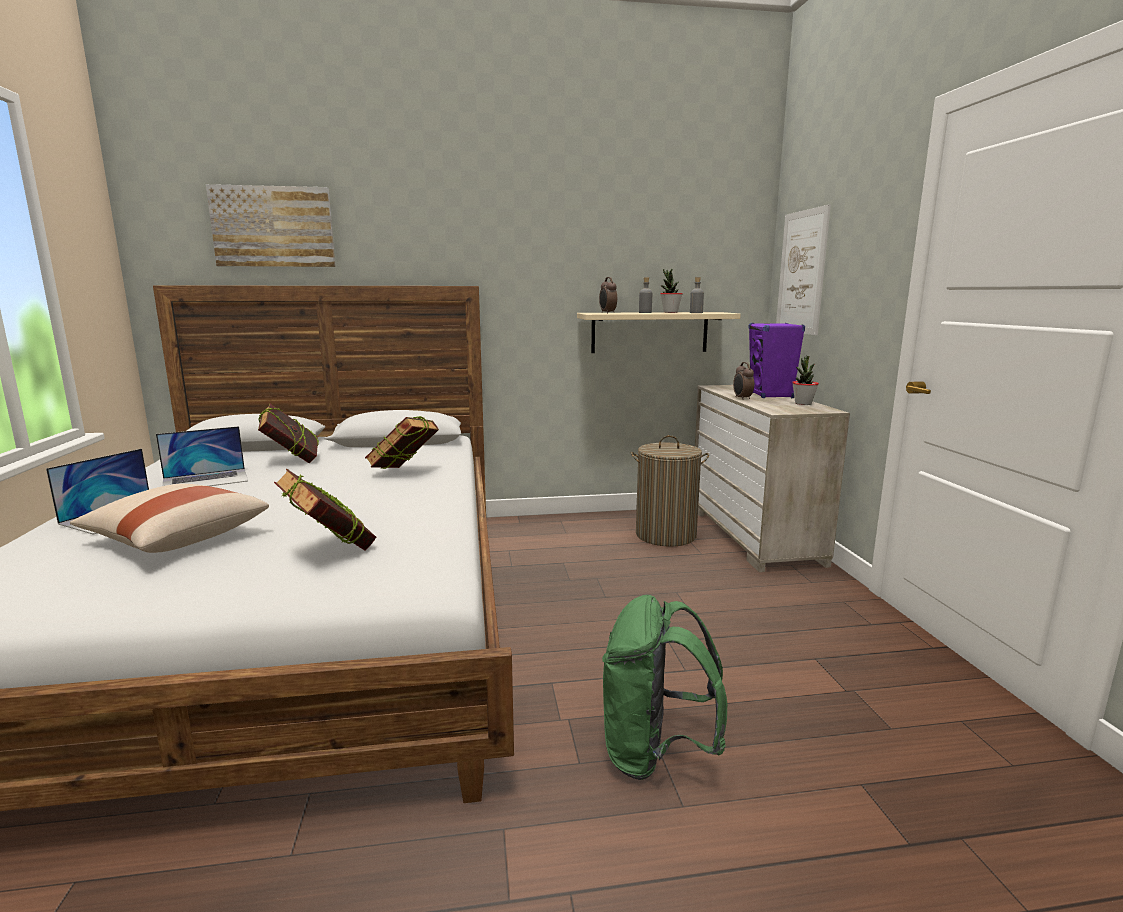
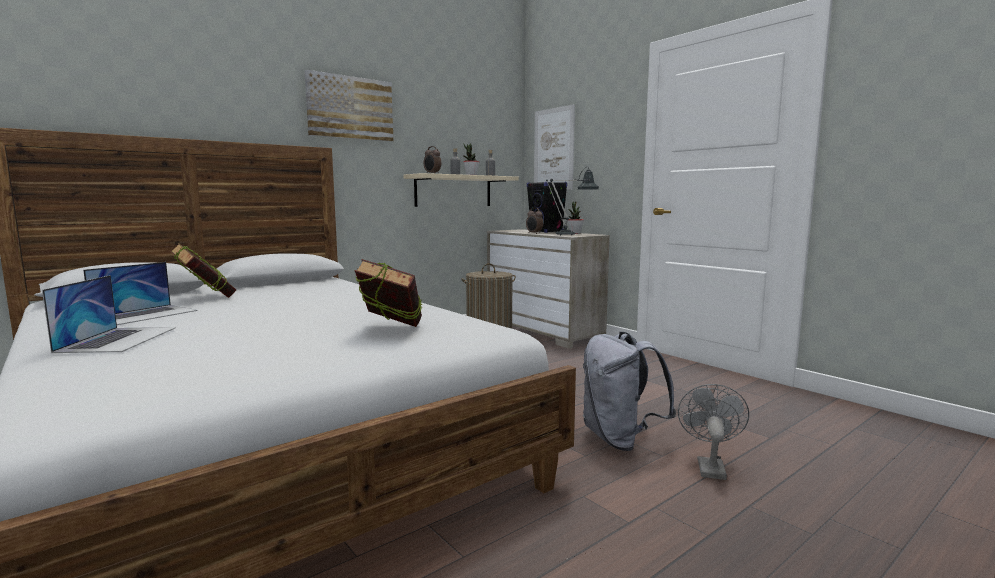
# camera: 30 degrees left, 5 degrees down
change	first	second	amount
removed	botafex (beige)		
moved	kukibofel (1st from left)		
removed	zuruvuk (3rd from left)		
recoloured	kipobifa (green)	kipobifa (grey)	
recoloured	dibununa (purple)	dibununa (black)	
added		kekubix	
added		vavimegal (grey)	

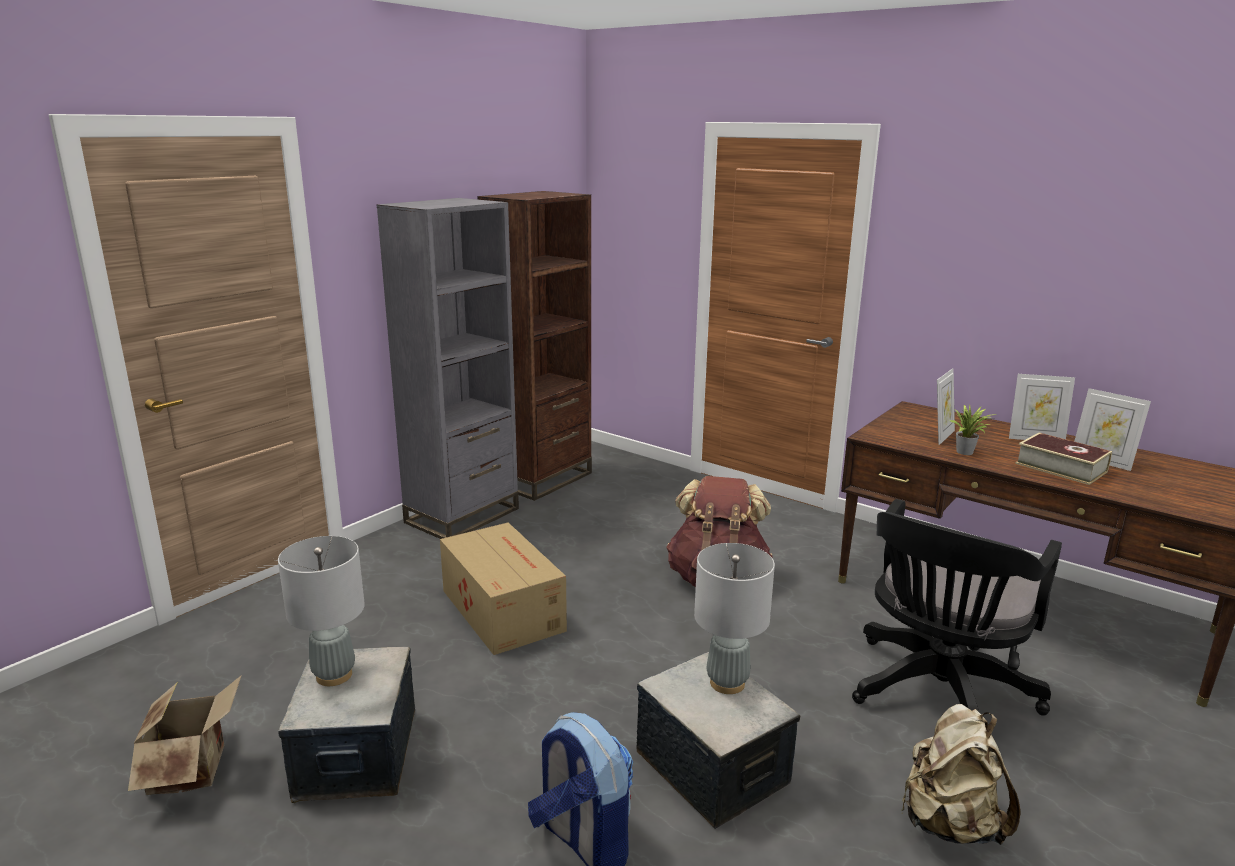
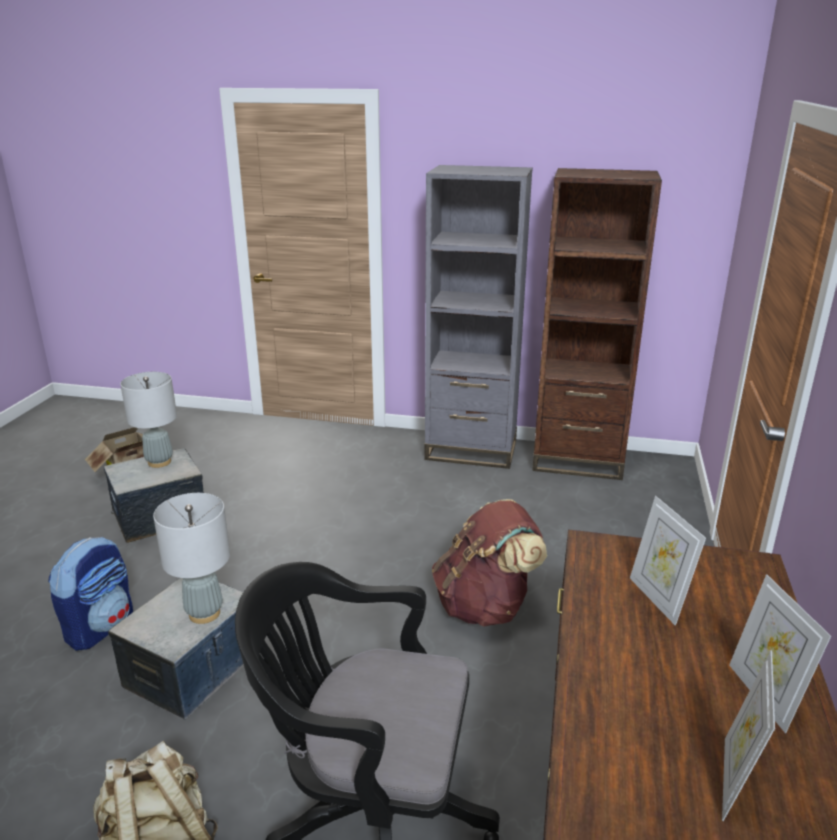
# camera: 65 degrees right, 5 degrees up
change	first	second	amount
removed	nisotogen (2nd from left)		
turned	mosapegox (1st from left)		60 degrees clockwise
removed	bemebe		
removed	zuruvuk		

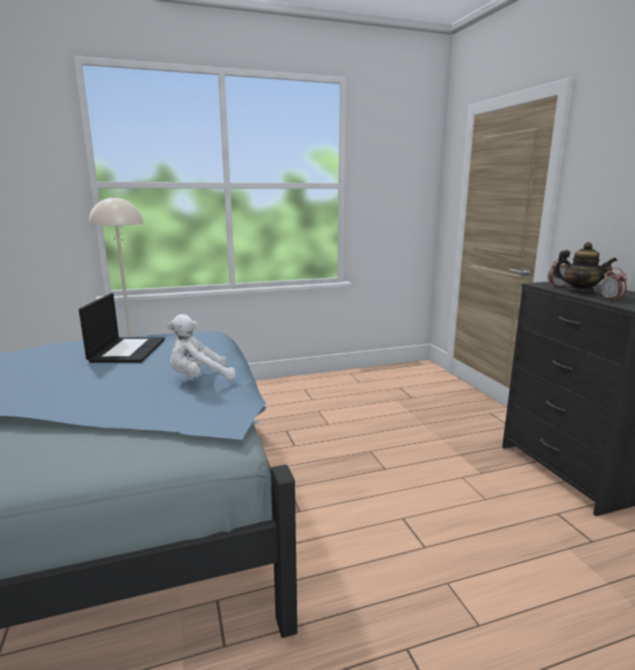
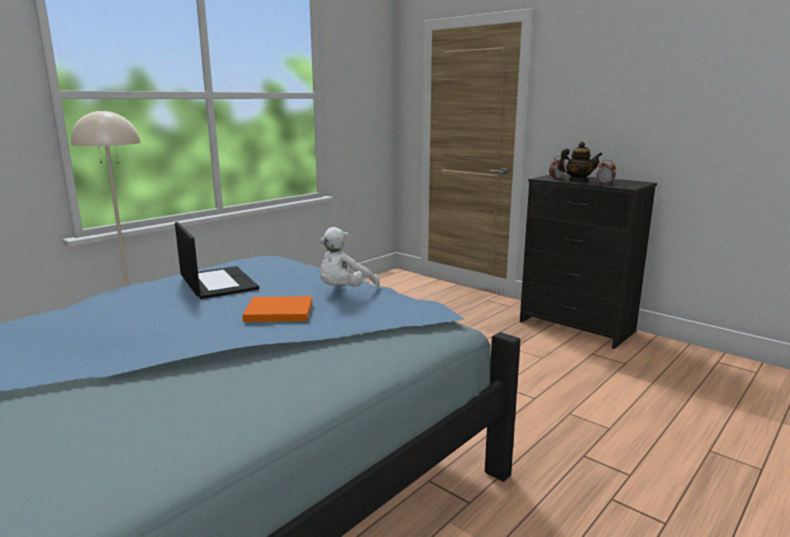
# camera: 30 degrees left, 0 degrees up
change	first	second	amount
added		zuruvuk (orange)	

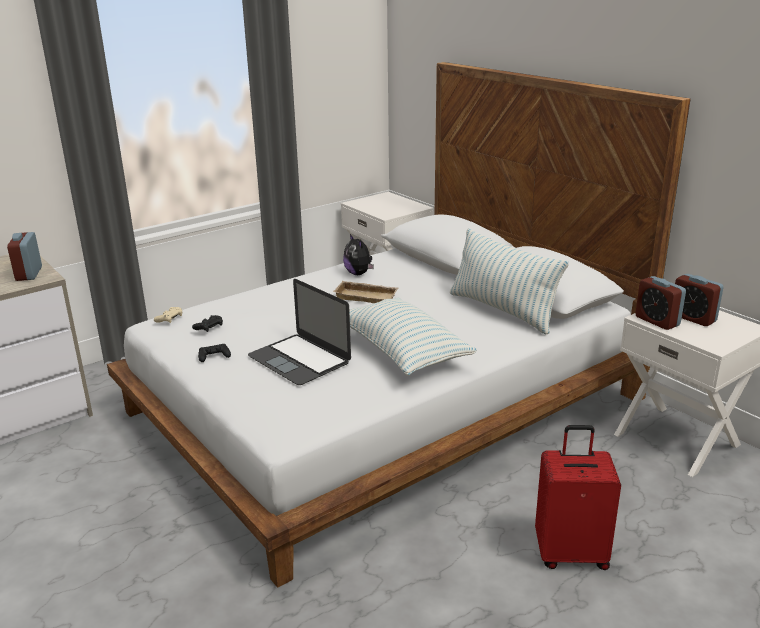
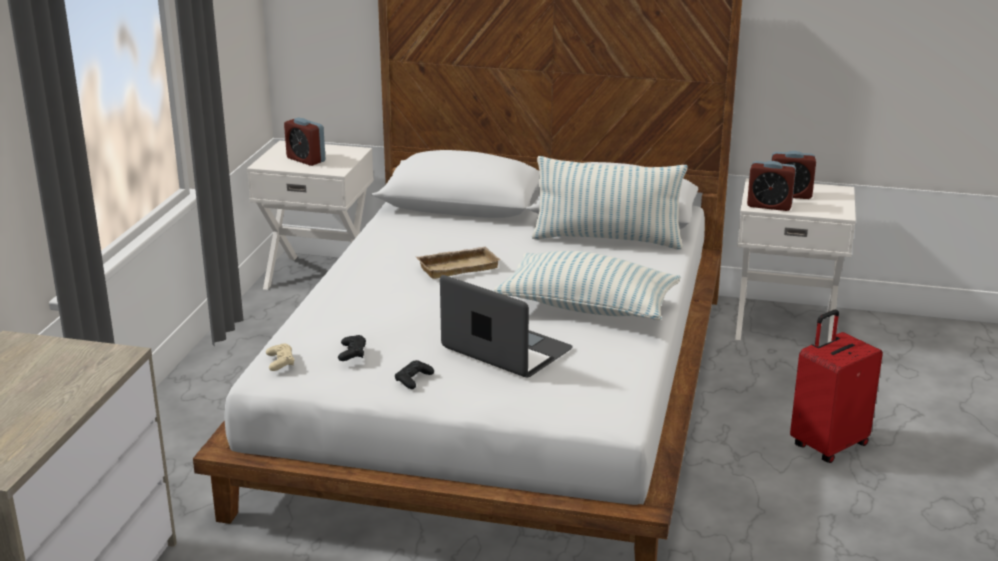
# camera: 40 degrees left, 0 degrees up
change	first	second	amount
moved	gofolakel (1st from left)		
turned	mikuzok		150 degrees counterclockwise
removed	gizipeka		

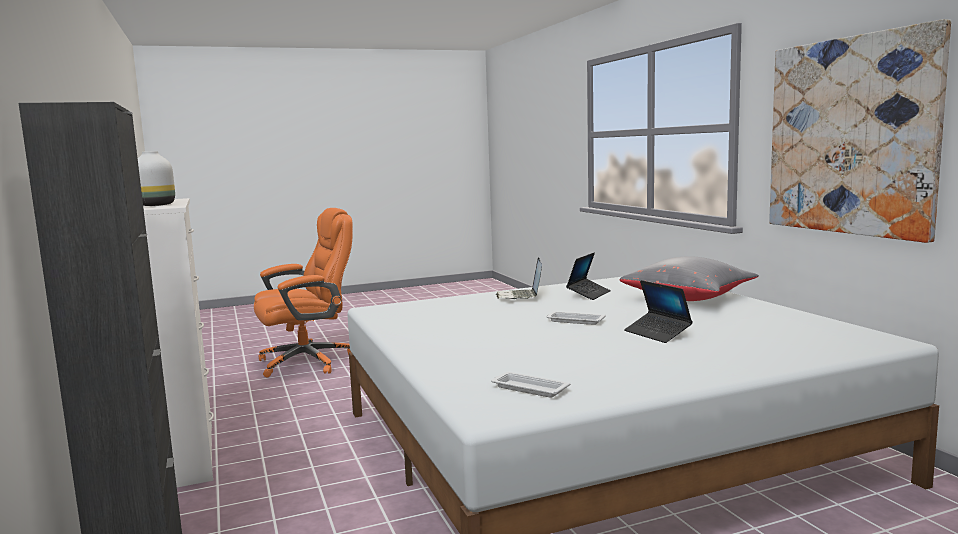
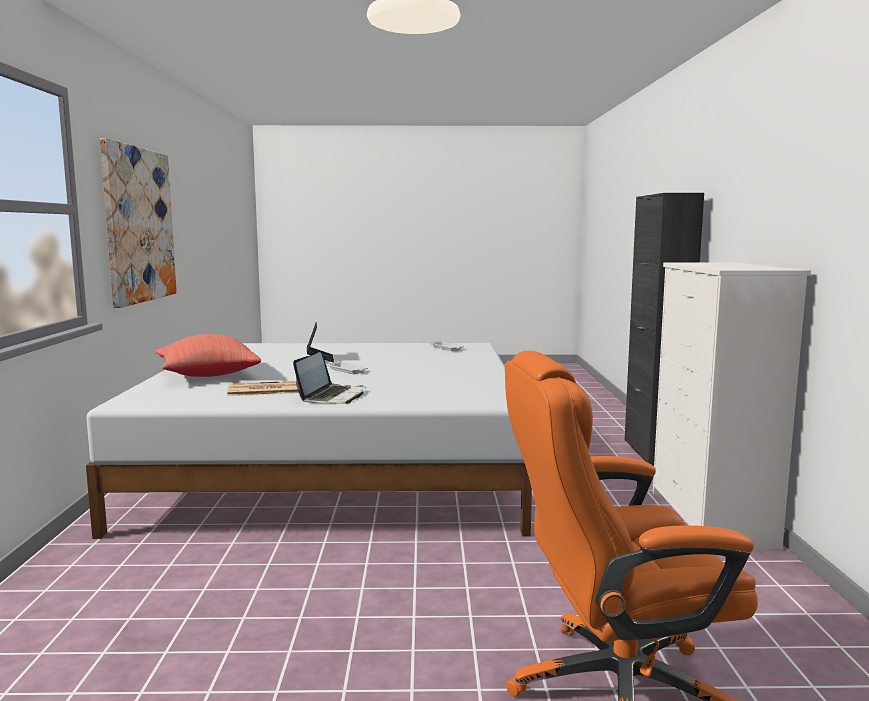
# camera: 160 degrees left, 0 degrees up
change	first	second	amount
removed	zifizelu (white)		
replaced	mikuzok (2nd from left)	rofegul	
recoloured	botafex (grey)	botafex (red)	

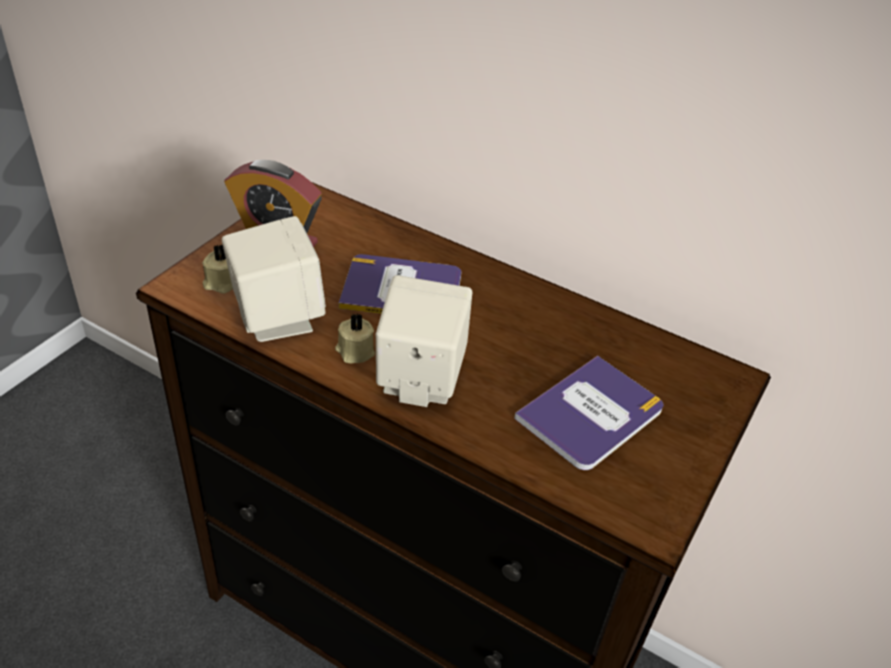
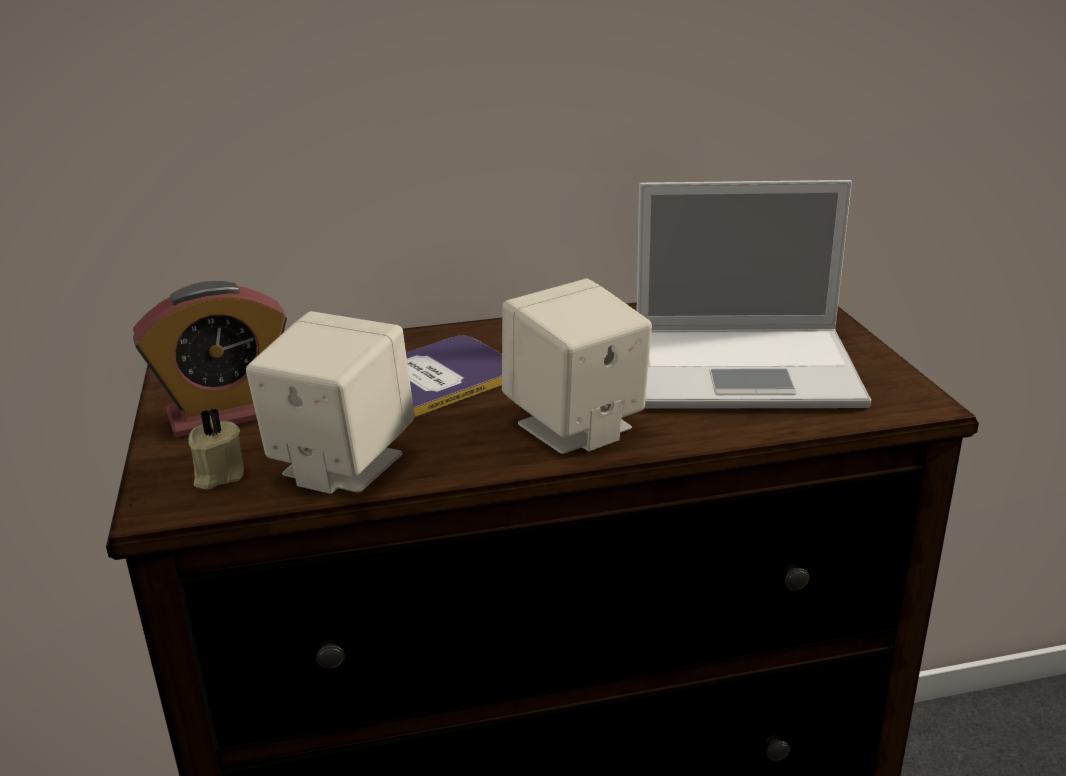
# camera: 40 degrees left, 15 degrees down
change	first	second	amount
removed	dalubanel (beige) (2nd from left)		
replaced	zuruvuk (2nd from left)	mikuzok	

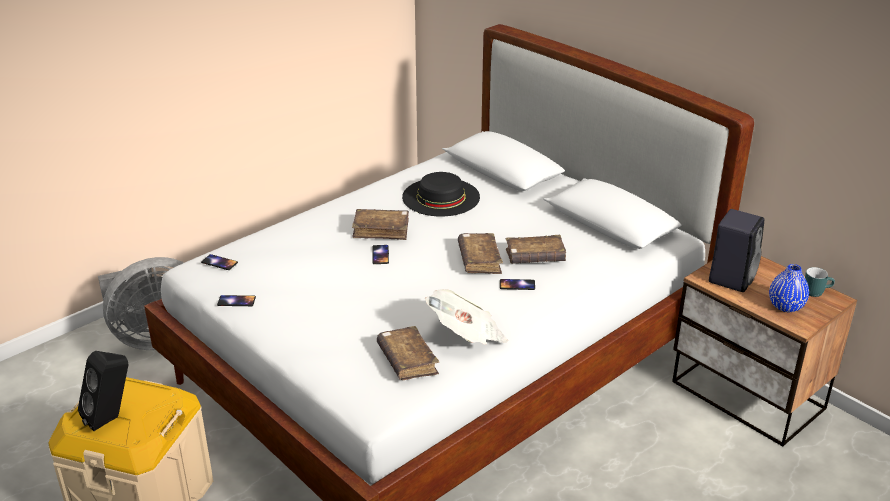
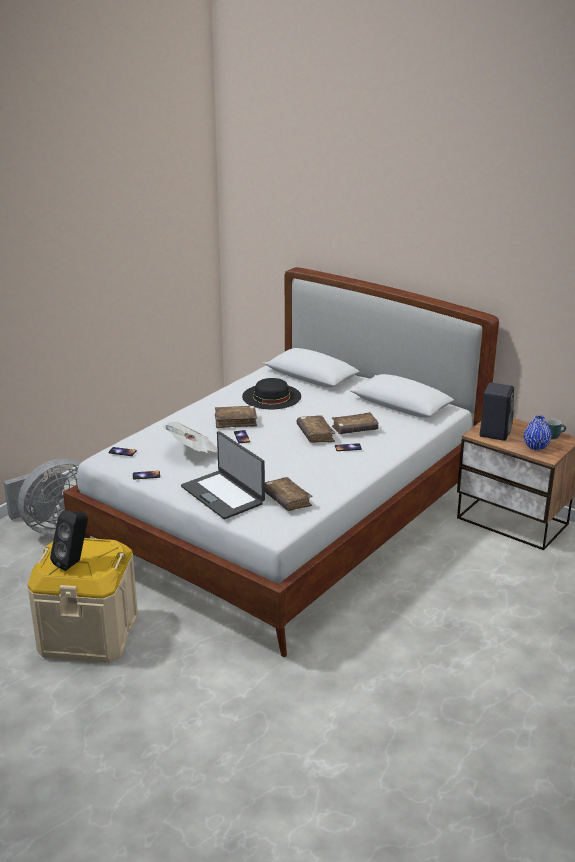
# camera: 10 degrees left, 5 degrees down
change	first	second	amount
moved	rofegul		
added		mikuzok	

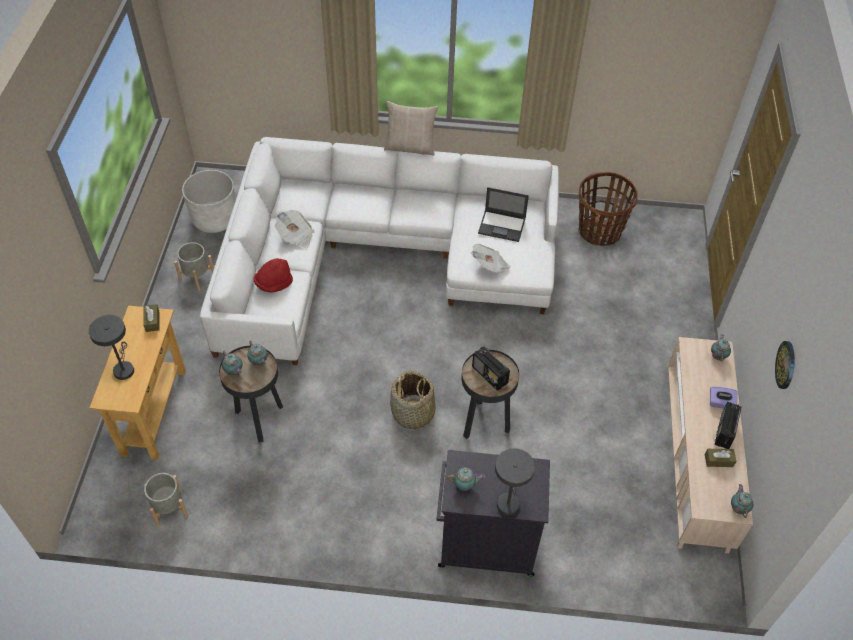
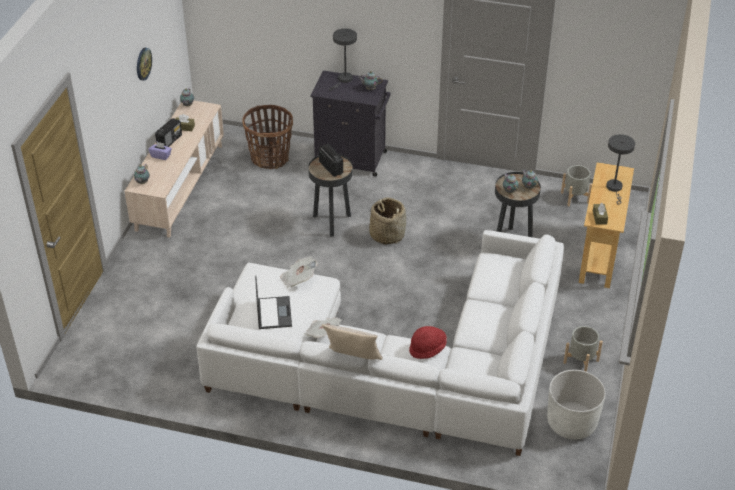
# camera: 170 degrees left, 10 degrees down
change	first	second	amount
moved	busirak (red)		
moved	rofegul (1st from left in the first image)	rofegul (2nd from left)	
turned	mikuzok		60 degrees clockwise
moved	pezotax (2nd from left in the first image)	pezotax (1st from left)	

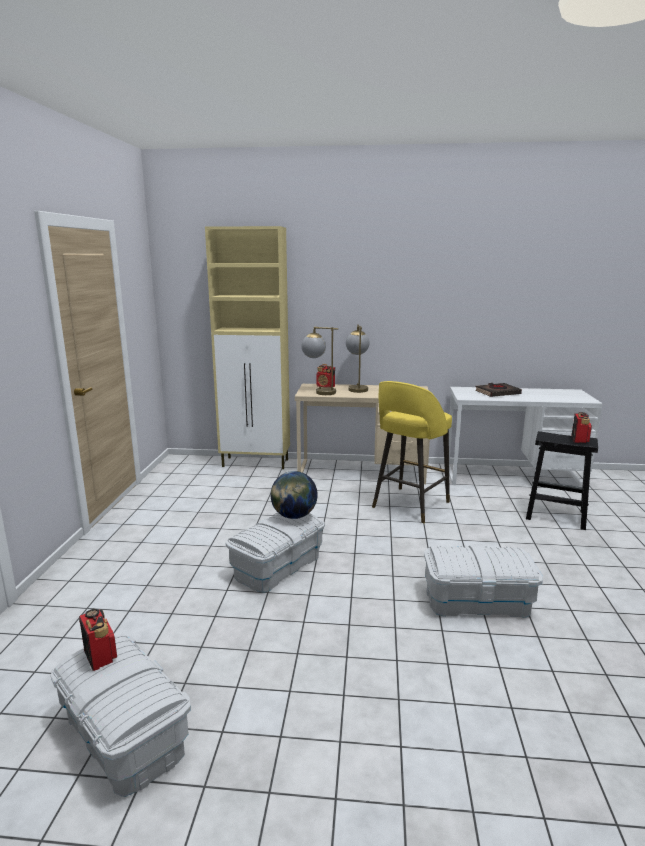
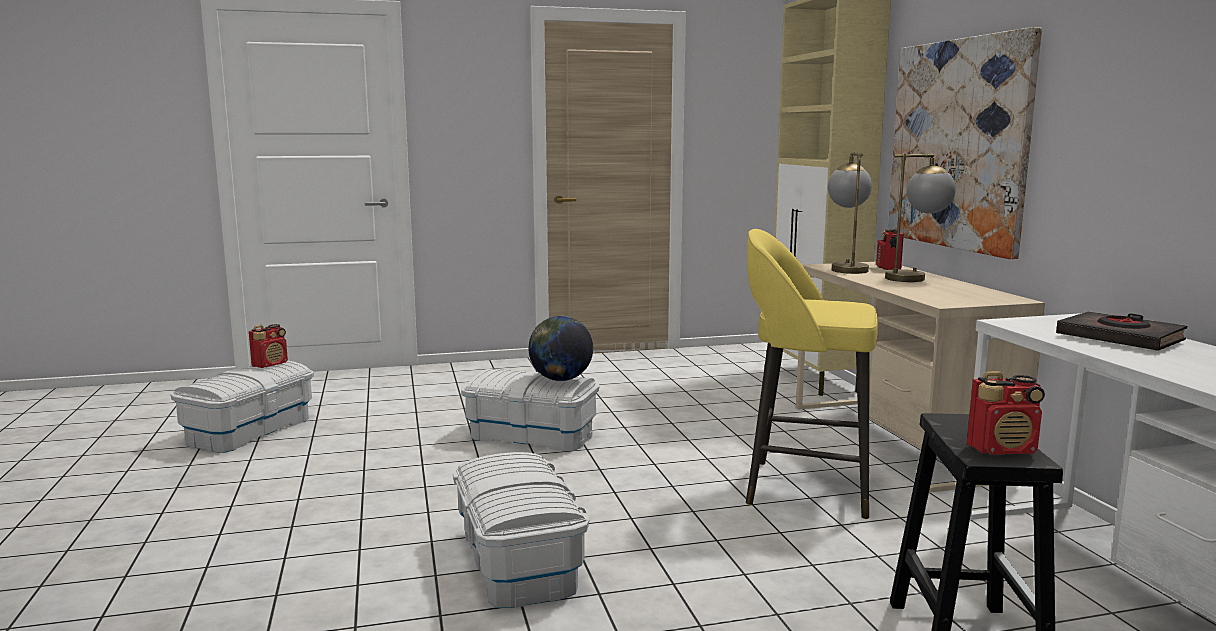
# camera: 70 degrees right, 5 degrees down
change	first	second	amount
added		kukibofel	

